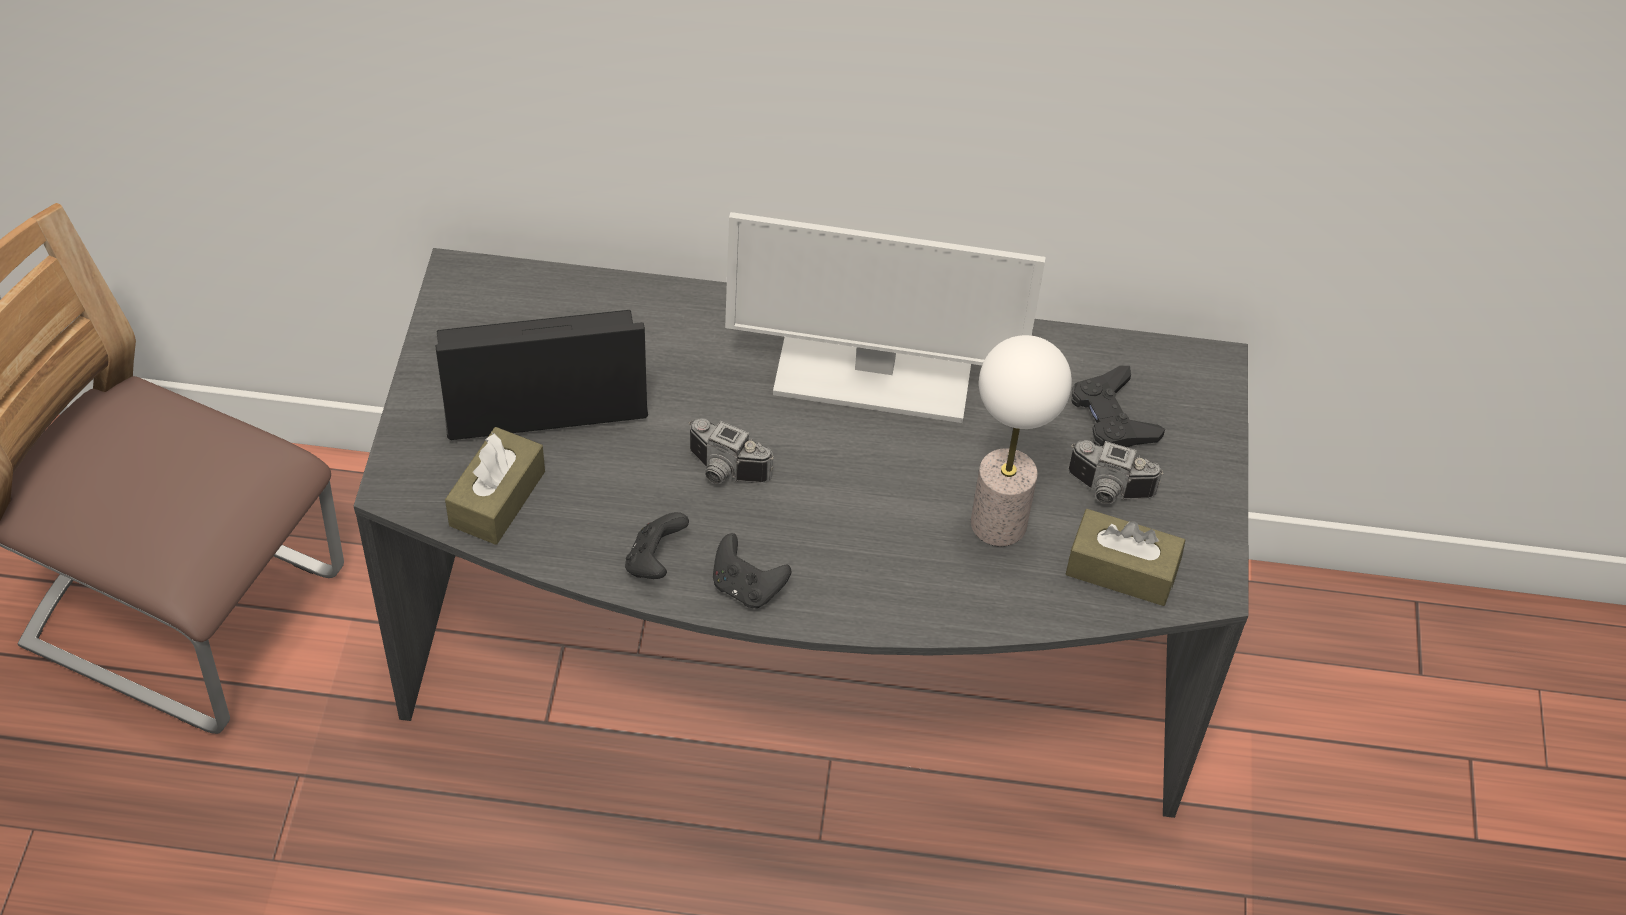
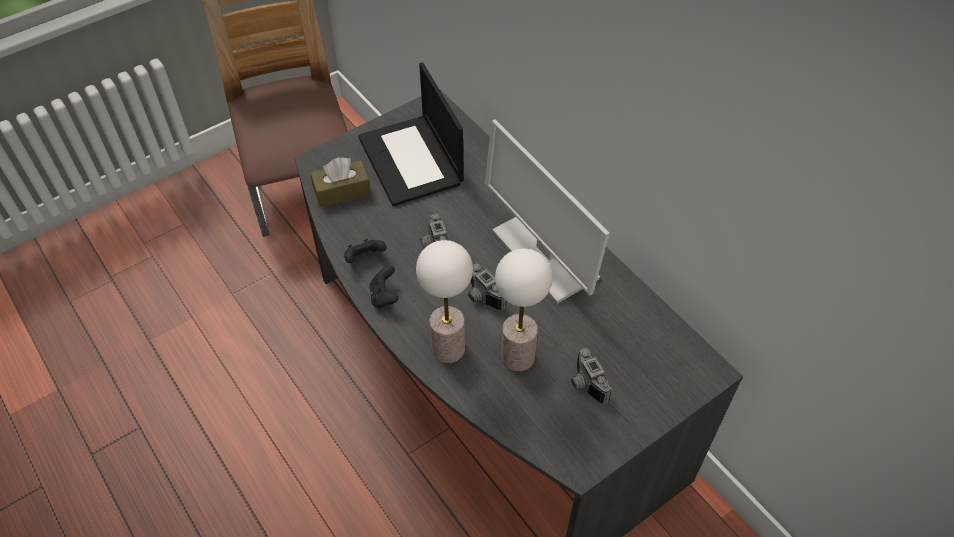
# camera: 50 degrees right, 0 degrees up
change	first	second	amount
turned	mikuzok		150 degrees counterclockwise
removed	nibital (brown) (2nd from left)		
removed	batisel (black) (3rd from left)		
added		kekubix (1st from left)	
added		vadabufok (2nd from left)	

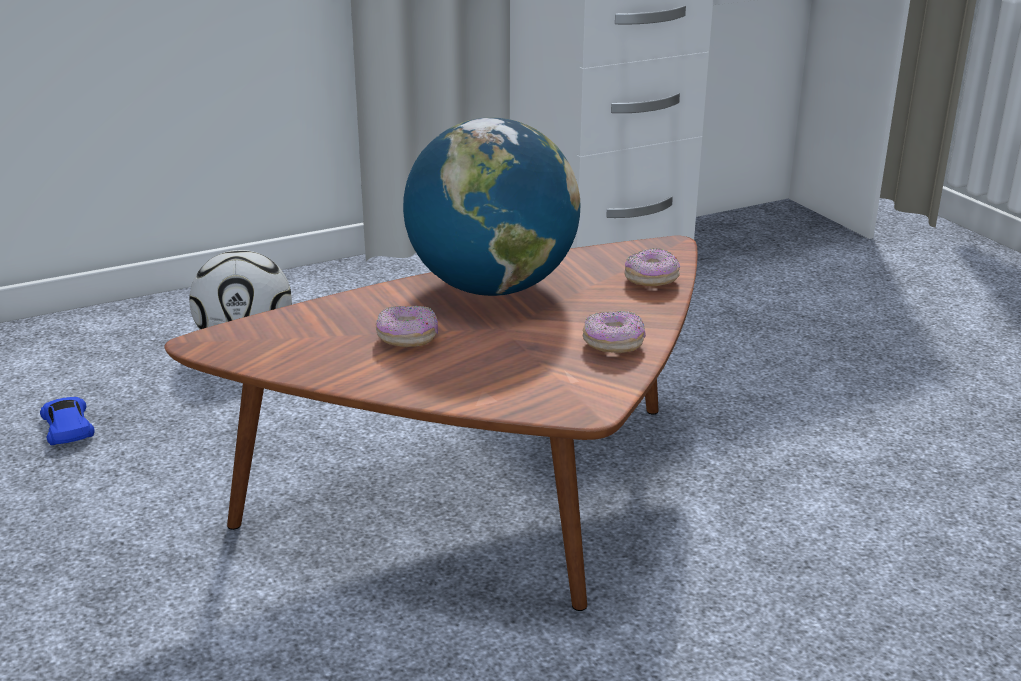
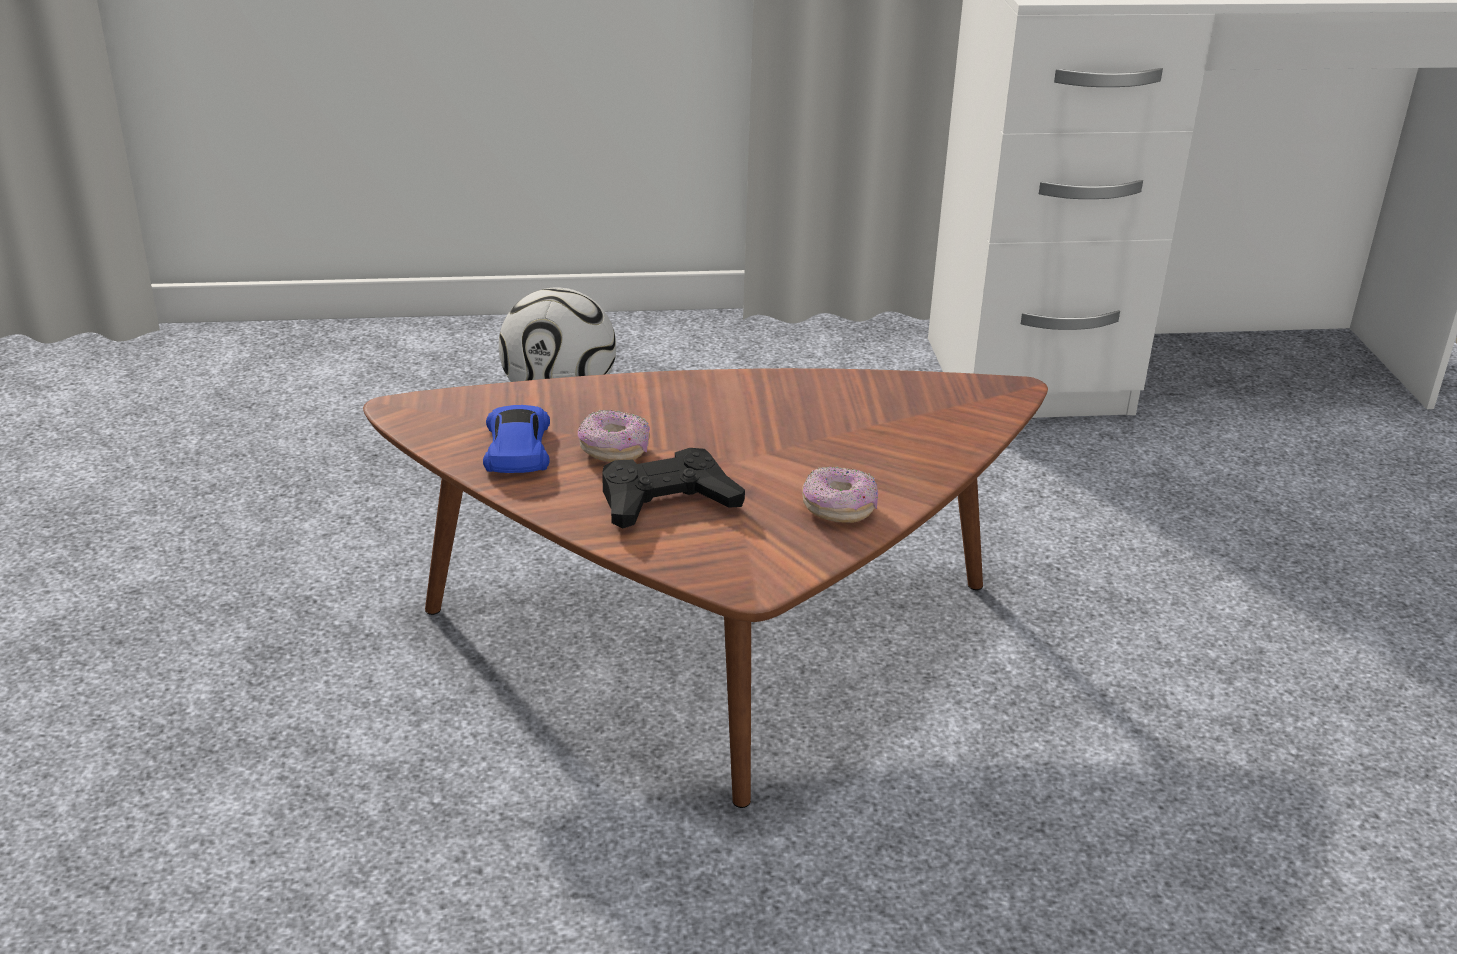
# camera: 20 degrees right, 5 degrees up
change	first	second	amount
moved	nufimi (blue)		
removed	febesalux		
removed	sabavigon (3rd from left)		
added		batisel (black)	

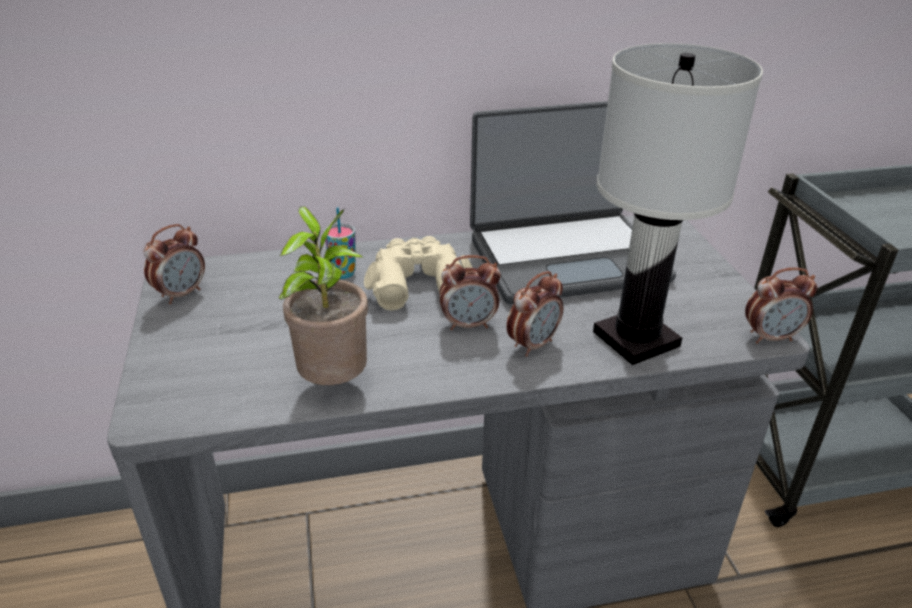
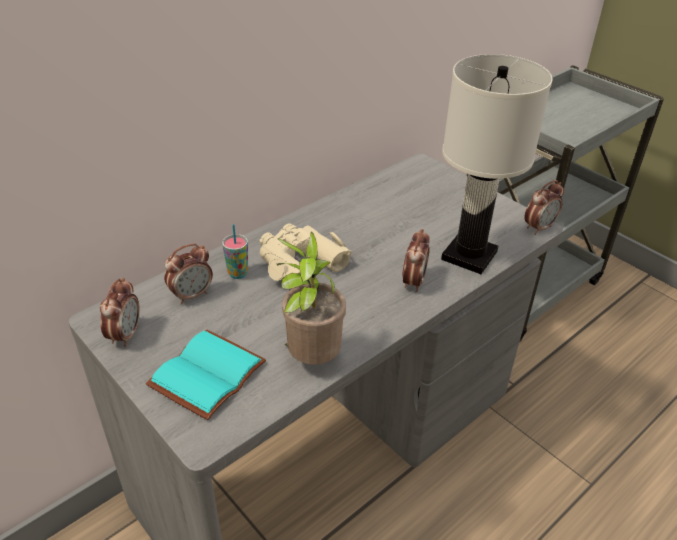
# camera: 30 degrees left, 5 degrees up
change	first	second	amount
moved	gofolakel (2nd from left)		
removed	mikuzok		
added		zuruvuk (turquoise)	

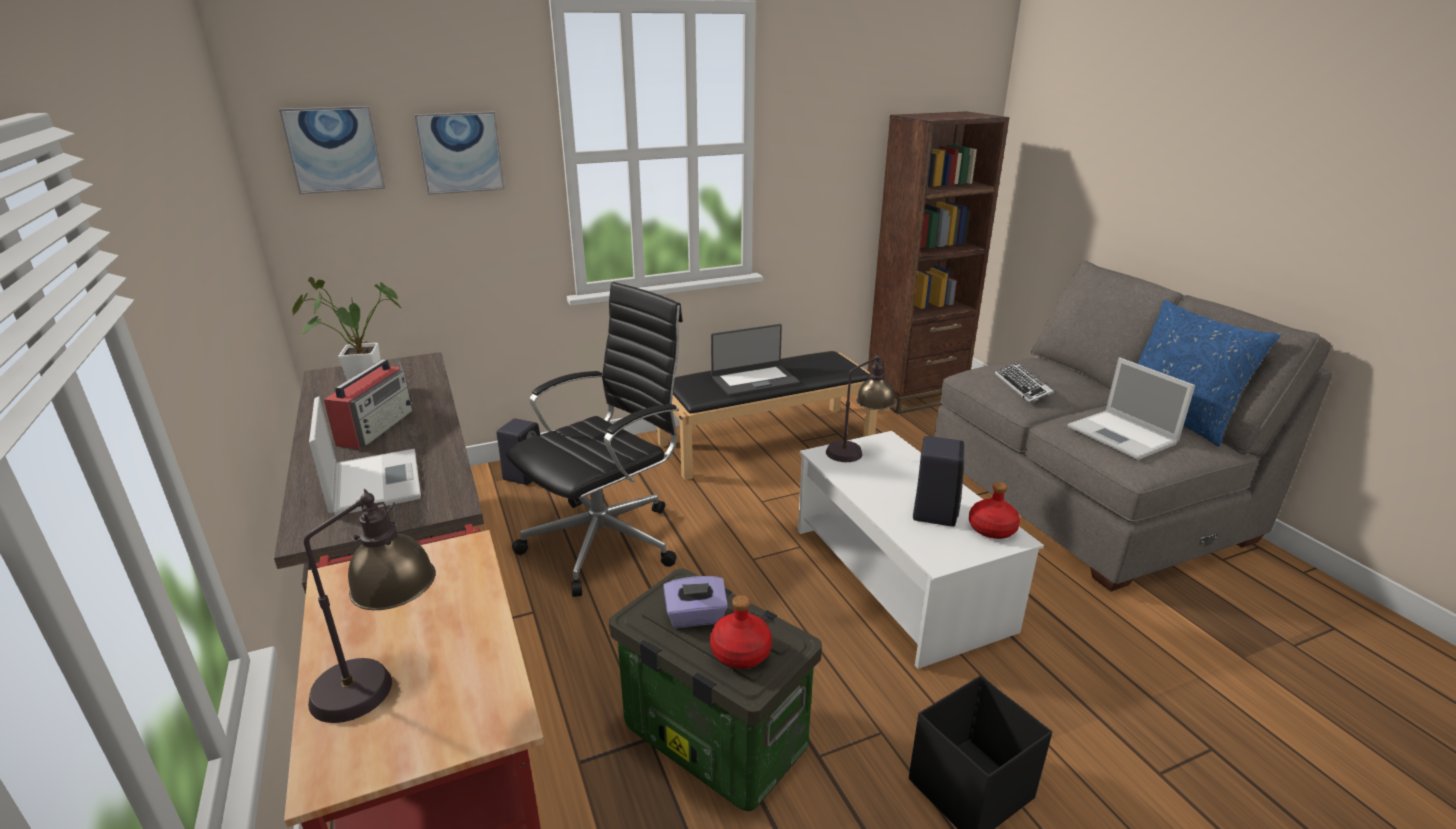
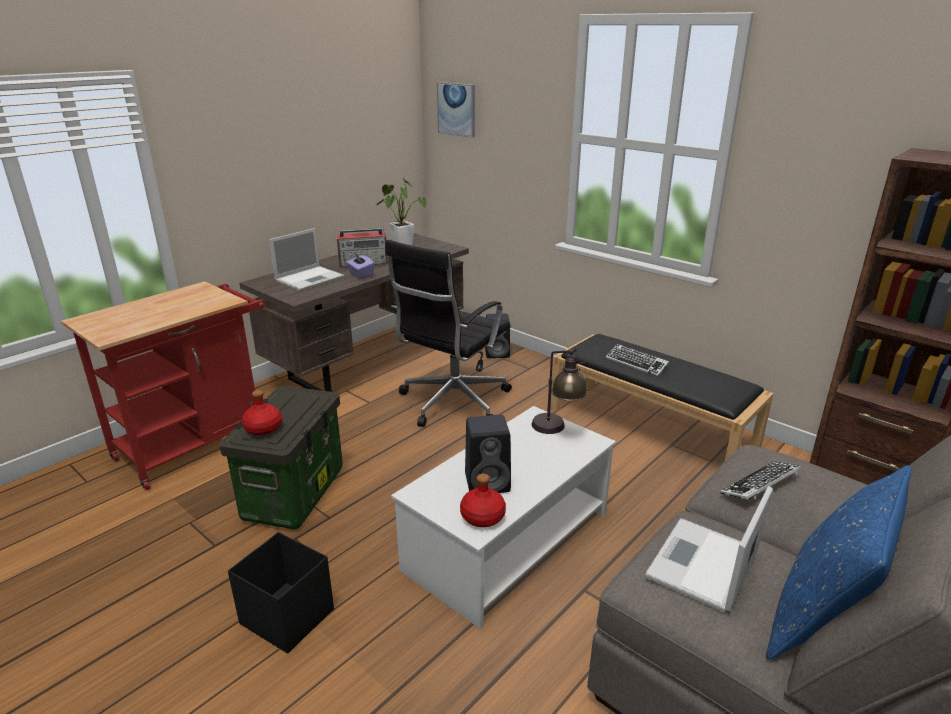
# camera: 65 degrees right, 0 degrees up
change	first	second	amount
removed	kekubix (1st from left)		
removed	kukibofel (2nd from left)		
turned	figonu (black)		105 degrees clockwise
moved	nibital (purple)		
replaced	mikuzok (2nd from left)	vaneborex (1st from left)	

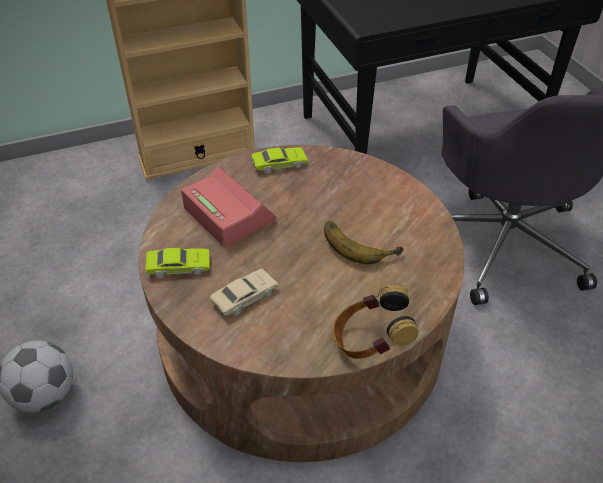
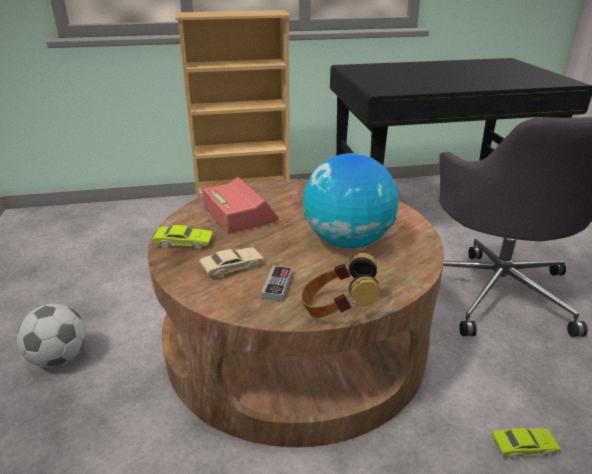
# camera: 10 degrees right, 15 degrees down
change	first	second	amount
moved	nufimi (green) (2nd from left)		
replaced	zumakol	febesalux	
added		batisel	

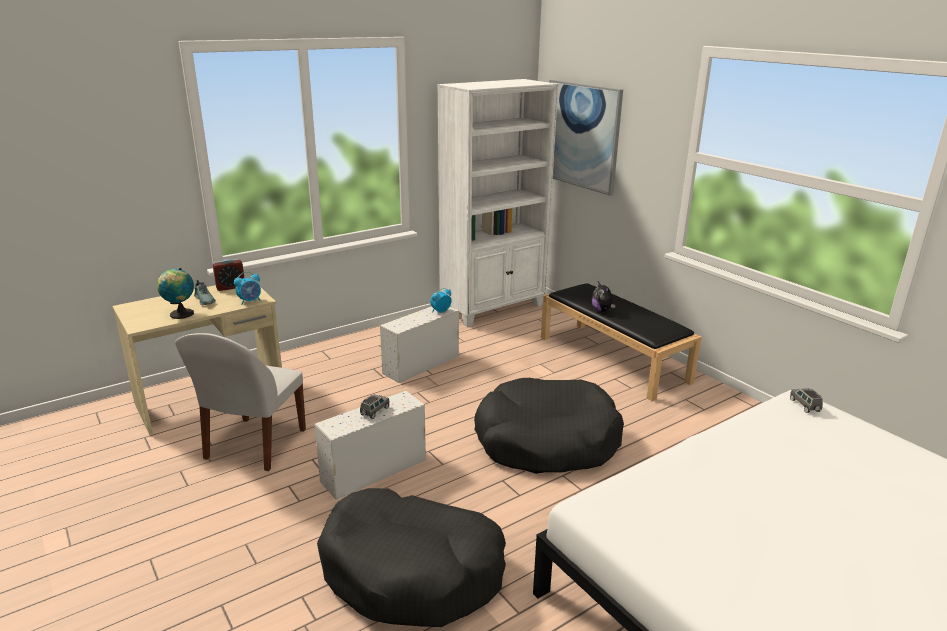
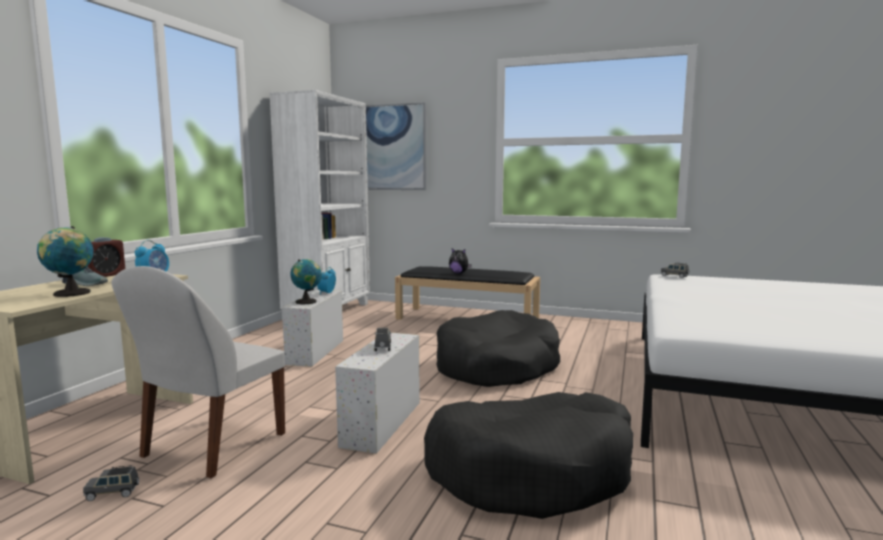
# camera: 35 degrees left, 15 degrees down
change	first	second	amount
turned	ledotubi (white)		45 degrees clockwise
added		nufimi (grey) (1st from left)	
added		febesalux (2nd from left)	

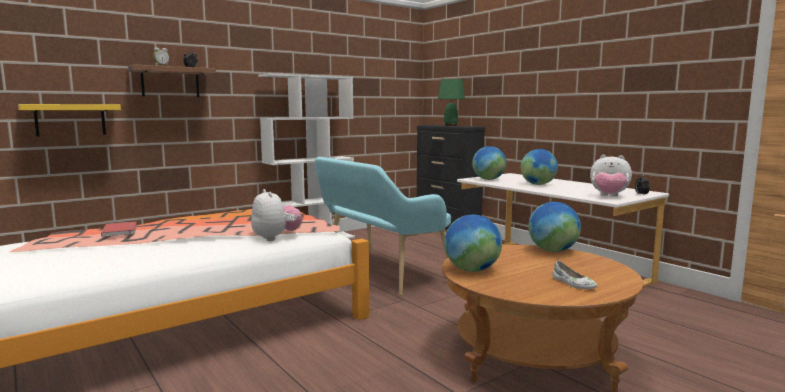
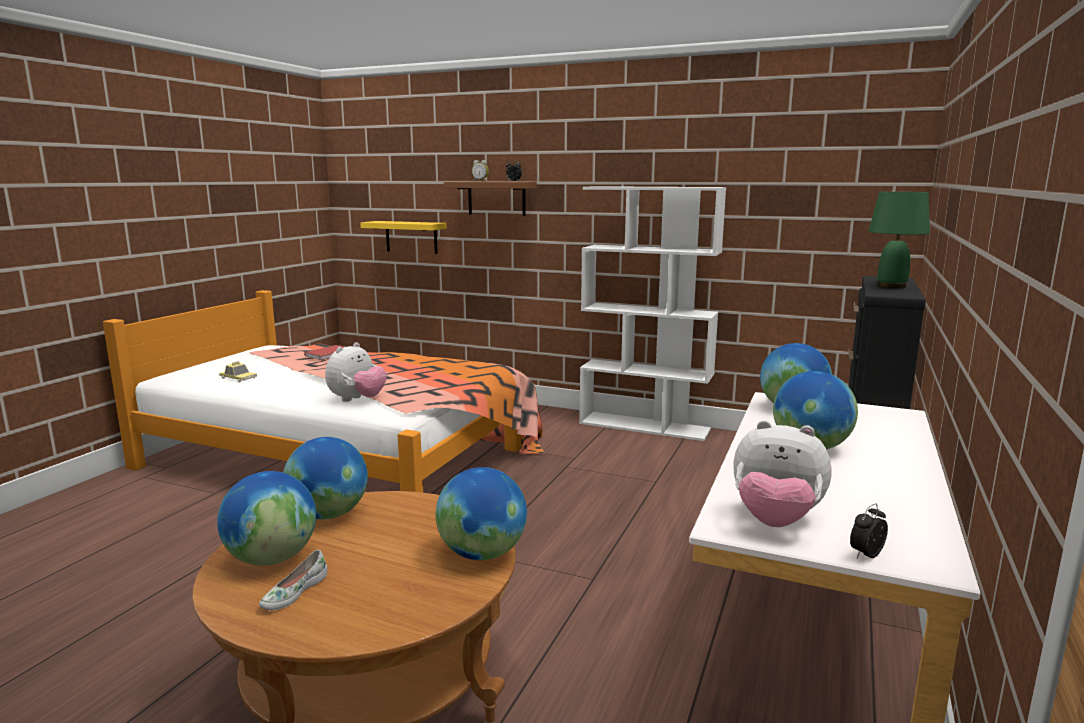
# camera: 60 degrees right, 5 degrees up
change	first	second	amount
removed	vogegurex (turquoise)		
turned	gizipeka (2nd from left)		60 degrees counterclockwise
added		febesalux (1st from left)	
added		nufimi	

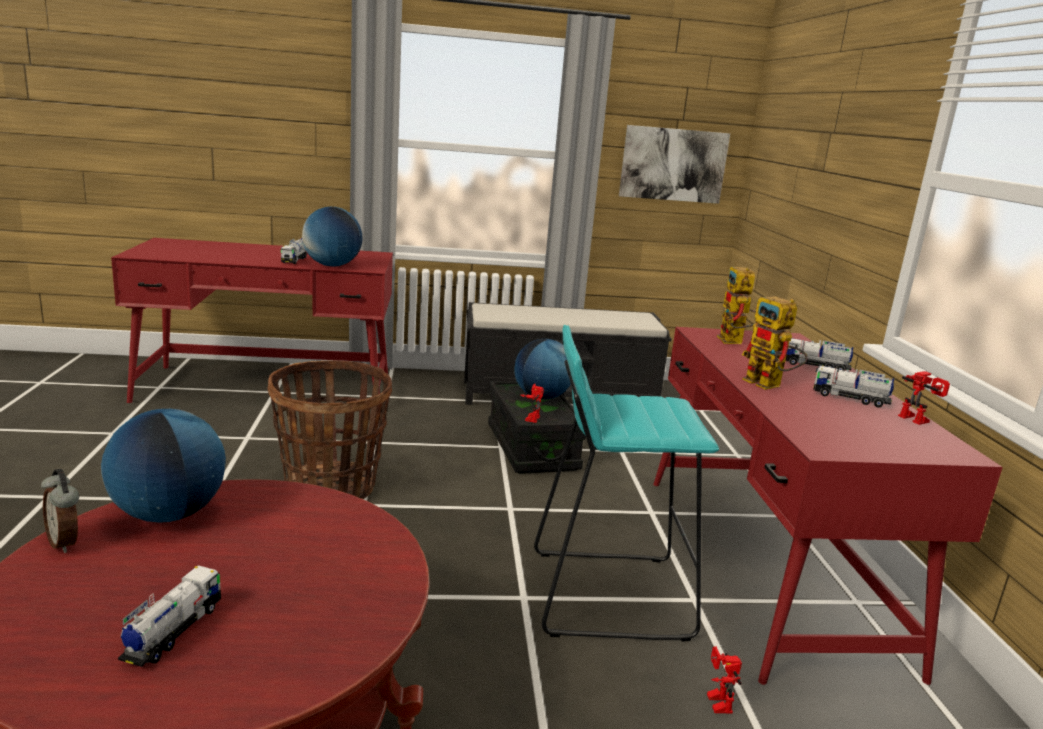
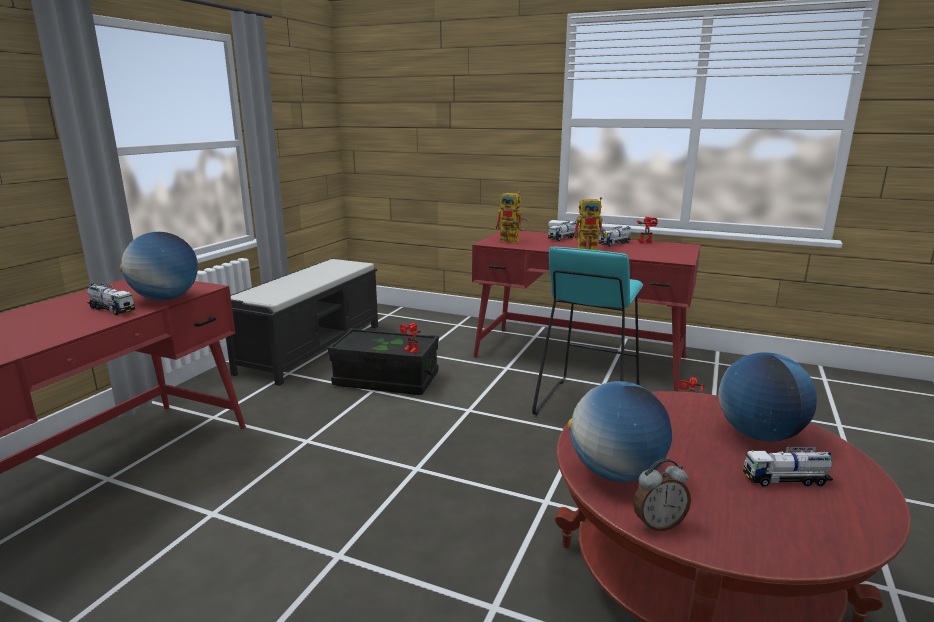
# camera: 60 degrees left, 0 degrees up
change	first	second	amount
turned	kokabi (1st from left in the first image)	kokabi (4th from left)	45 degrees counterclockwise
removed	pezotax		
moved	febesalux (3rd from left)		
removed	kukibofel		

